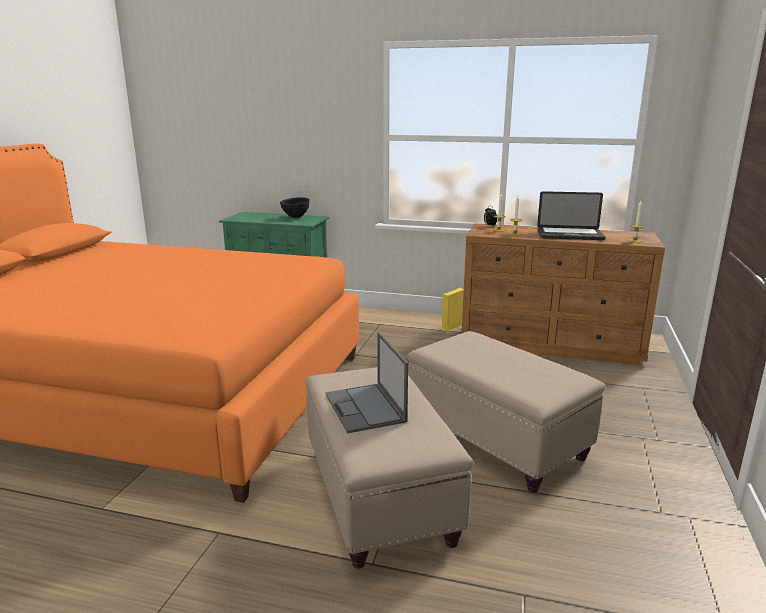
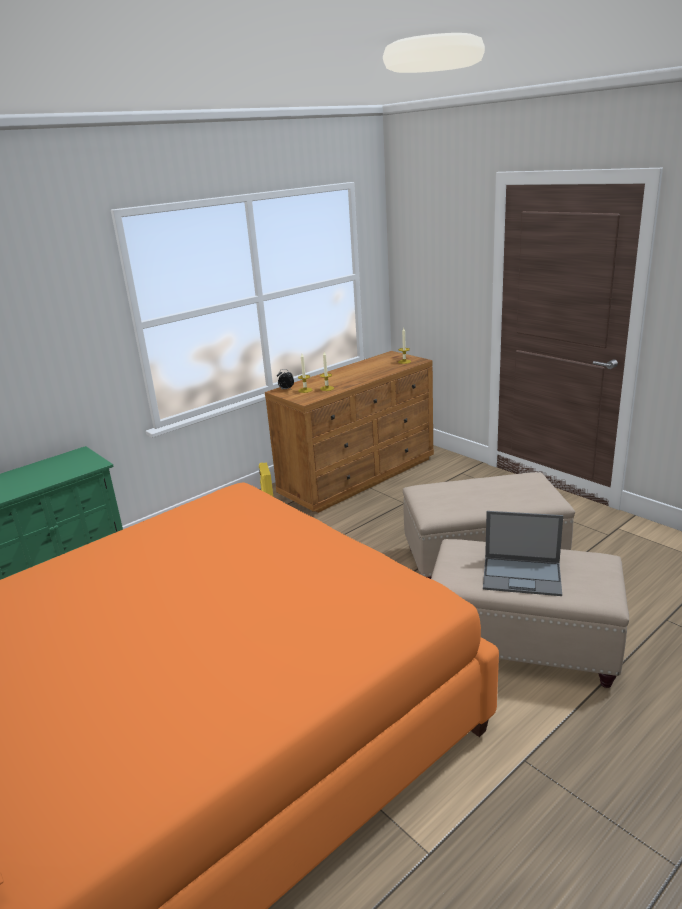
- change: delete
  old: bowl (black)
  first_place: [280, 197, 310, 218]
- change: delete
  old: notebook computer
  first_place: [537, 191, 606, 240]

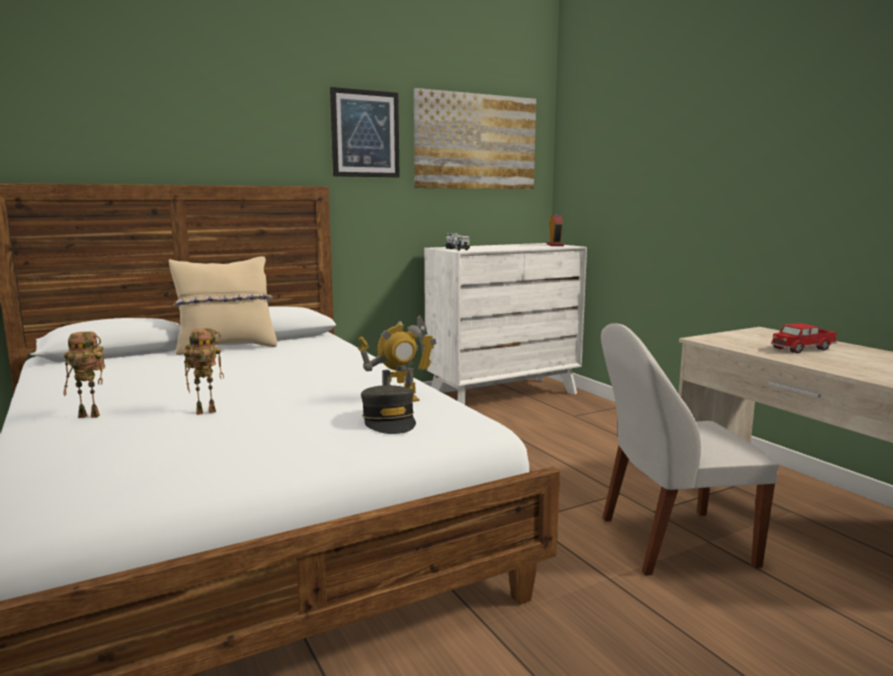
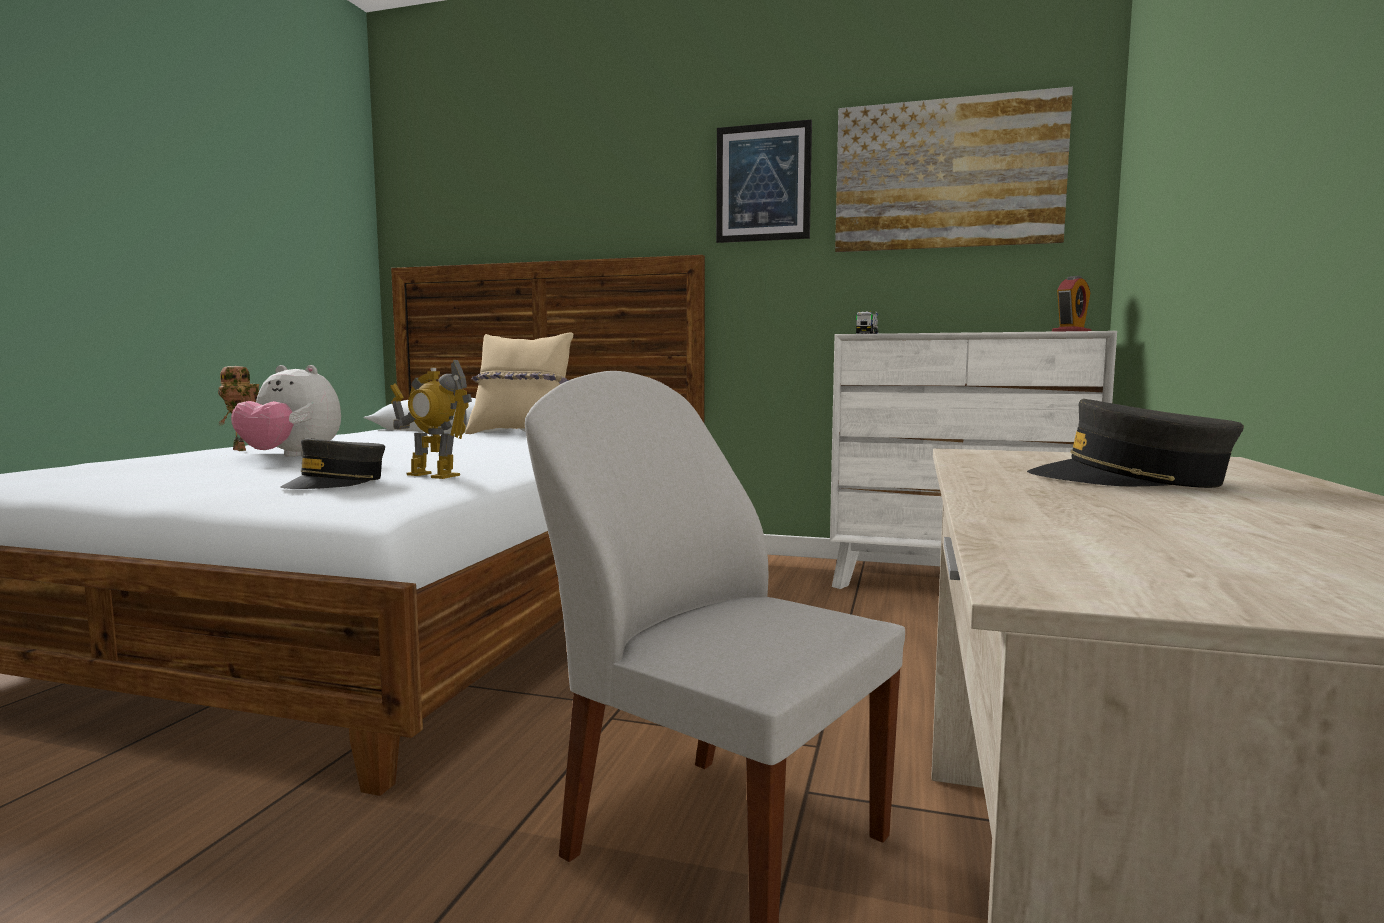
- change: replace
  old: robot figure
  new: soft toy
  first_place: [184, 328, 224, 415]
  second_place: [231, 365, 341, 457]
- change: replace
  old: toy truck
  new: baseball cap (gray)
  first_place: [771, 323, 837, 353]
  second_place: [1027, 399, 1244, 488]

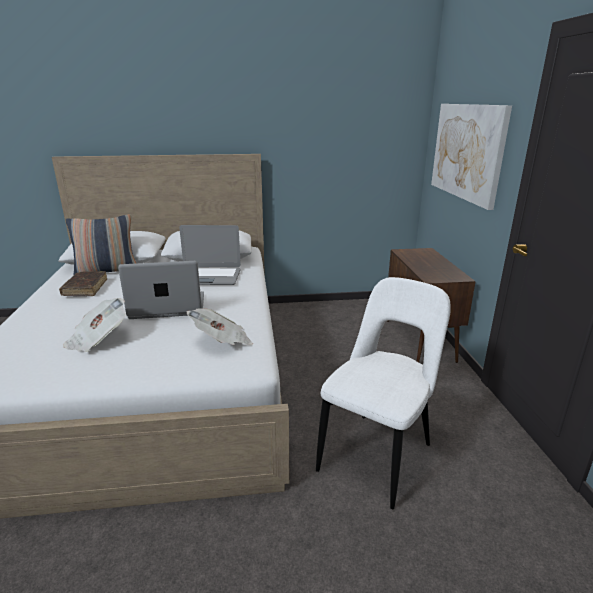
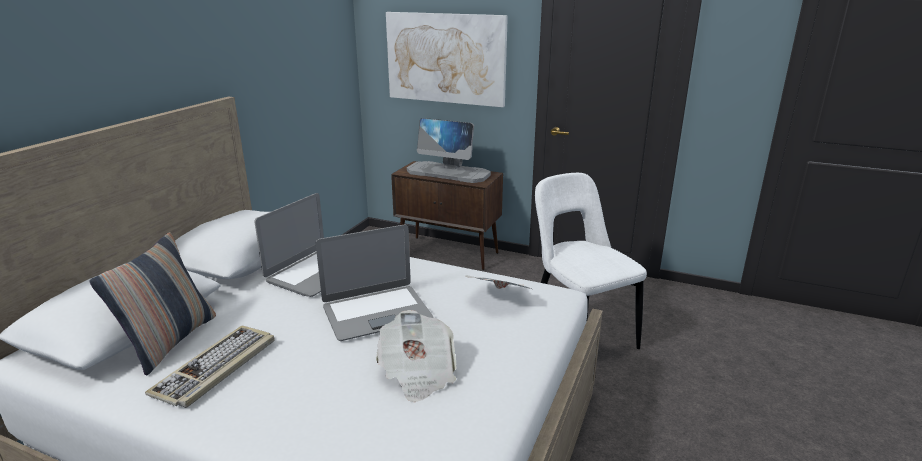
- change: insert
  new: monitor
  second_place: [407, 118, 491, 183]
- change: replace
  old: volume (brown)
  new: computer keyboard
  first_place: [59, 271, 107, 296]
  second_place: [145, 325, 275, 408]
- change: rotate
  old: notebook computer
  first_place: [118, 261, 204, 319]
  second_place: [316, 224, 434, 341]
  degrees: -135

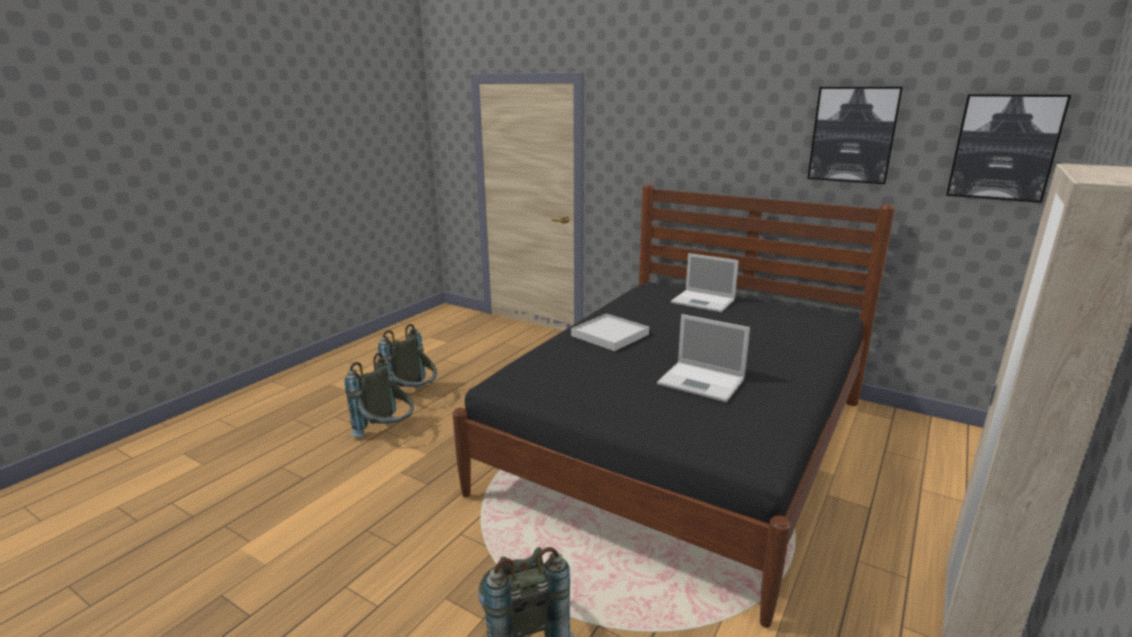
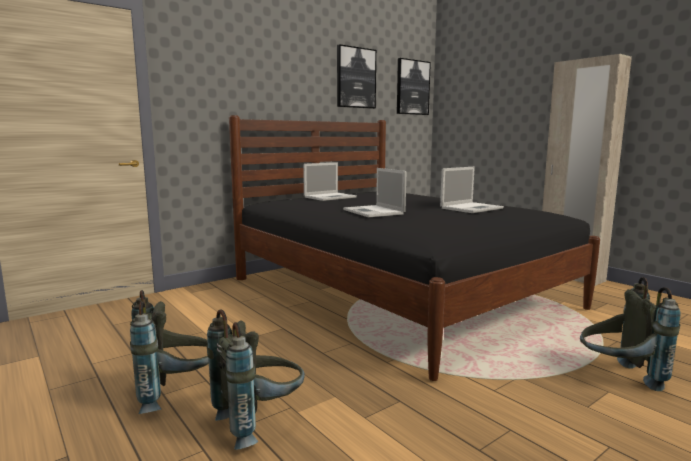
- change: replace
  old: serving tray (whitish)
  new: notebook computer
  first_place: [571, 314, 649, 351]
  second_place: [343, 168, 406, 217]

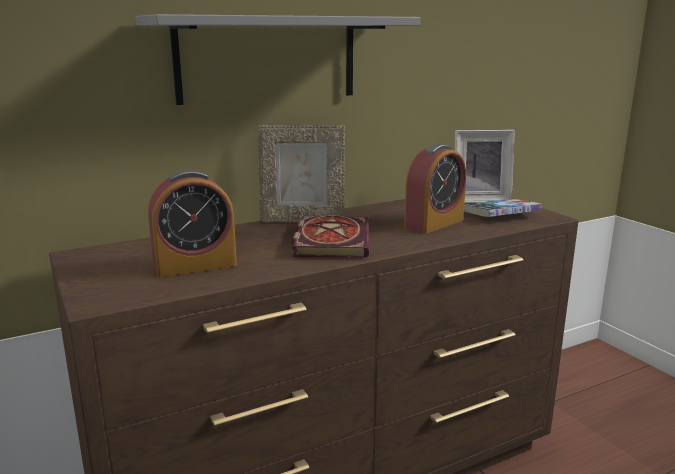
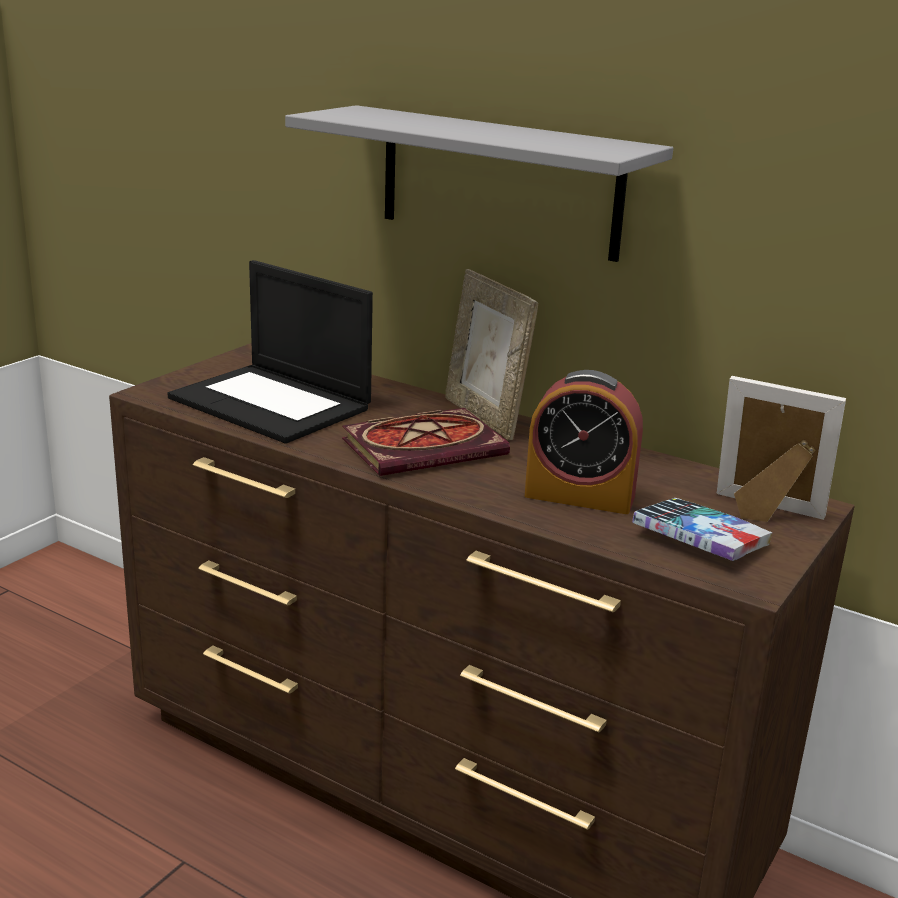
- change: replace
  old: table clock
  new: notebook computer
  first_place: [148, 170, 237, 277]
  second_place: [168, 260, 373, 444]
- change: rotate
  old: photo frame
  first_place: [455, 130, 515, 203]
  second_place: [717, 376, 846, 522]
  degrees: 150

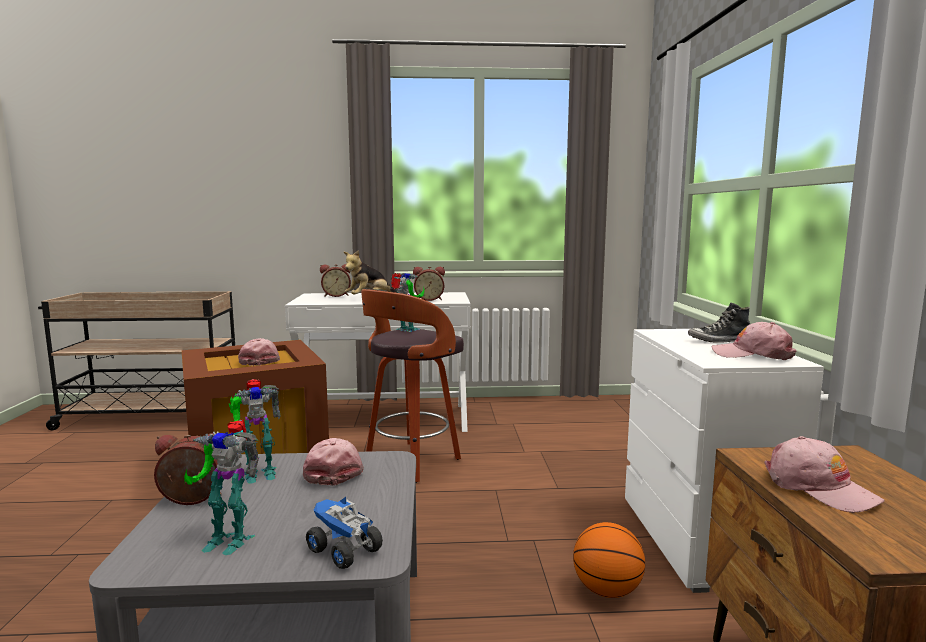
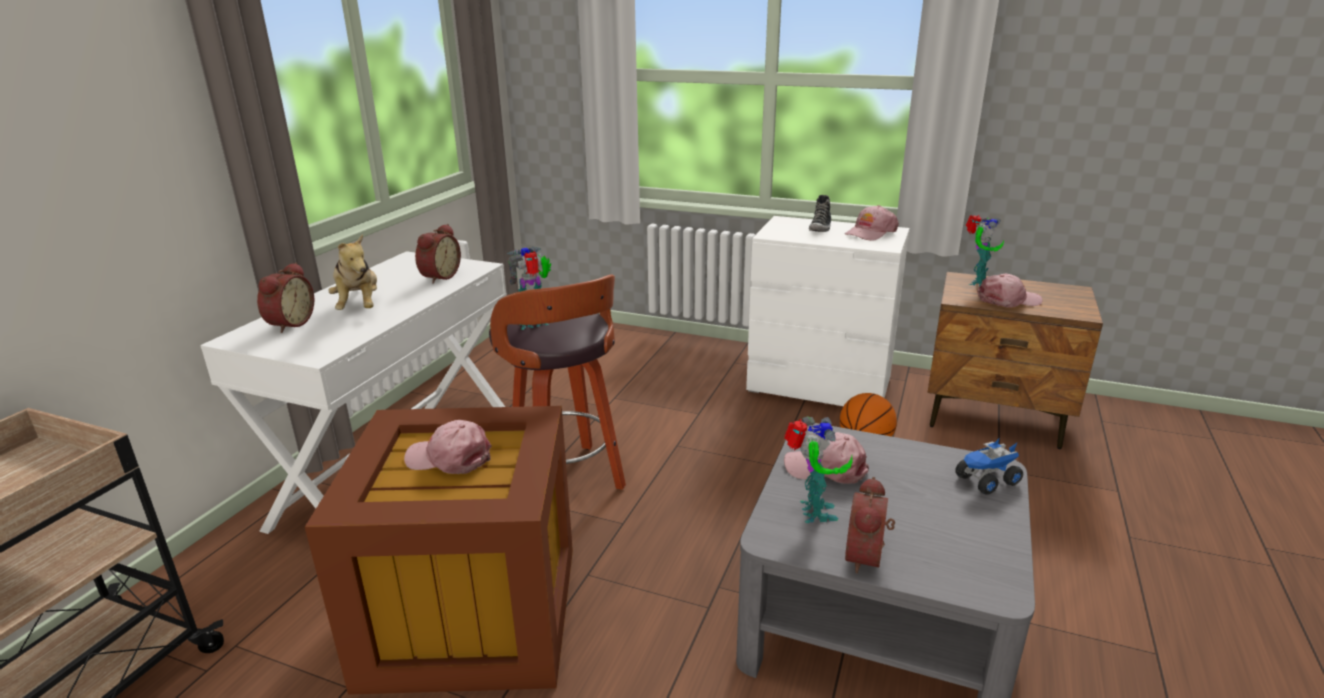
- change: move
  old: robot figure
  first_place: [184, 420, 259, 555]
  second_place: [966, 215, 1004, 286]

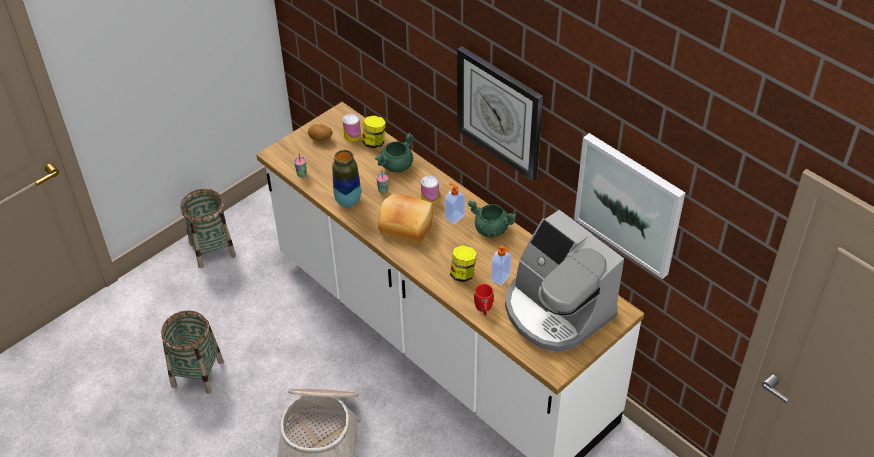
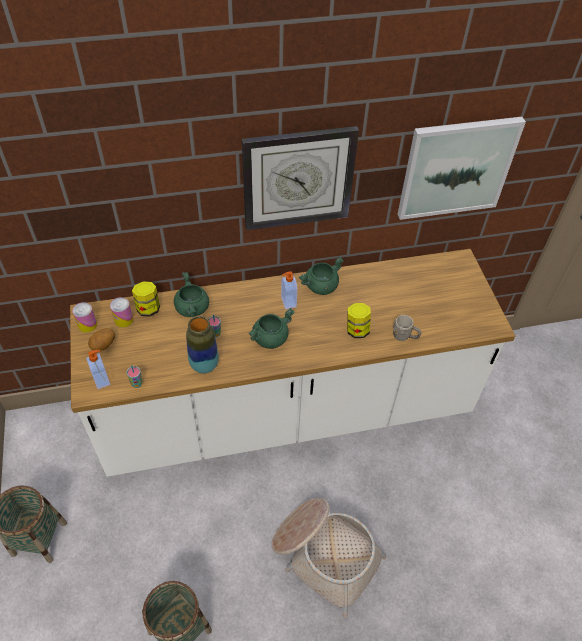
- change: delete
  old: coffee machine
  first_place: [505, 210, 624, 352]
- change: move
  old: can
  first_place: [421, 175, 439, 204]
  second_place: [72, 302, 97, 333]
- change: move
  old: soap bottle
  first_place: [491, 245, 511, 286]
  second_place: [86, 350, 110, 389]
- change: replace
  old: bakery bread
  new: stockpot (green-coloured)
  first_place: [378, 194, 434, 243]
  second_place: [249, 308, 295, 349]
- change: recolor
  old: tea mug (red-coloured)
  new: tea mug (gray)
  first_place: [474, 284, 494, 315]
  second_place: [393, 315, 422, 341]

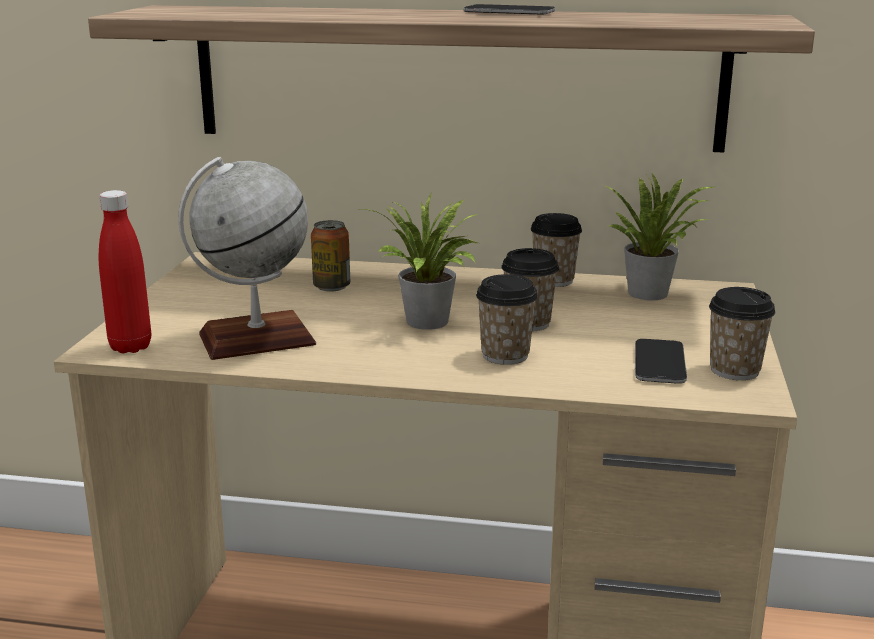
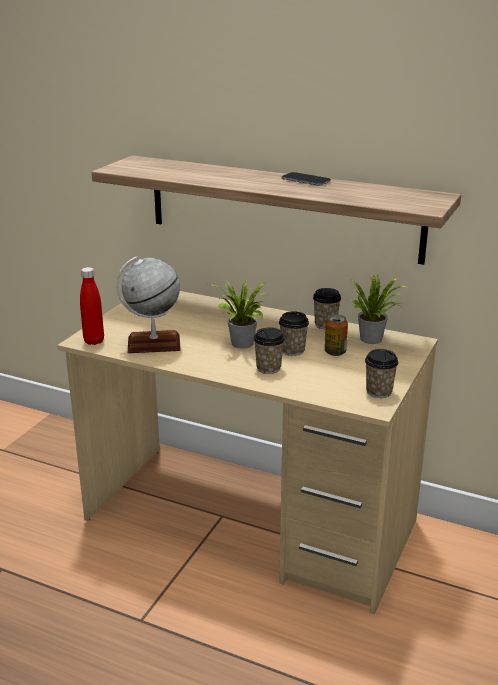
- change: delete
  old: telephone
  first_place: [635, 339, 687, 384]
- change: move
  old: can
  first_place: [311, 220, 350, 292]
  second_place: [325, 314, 348, 356]

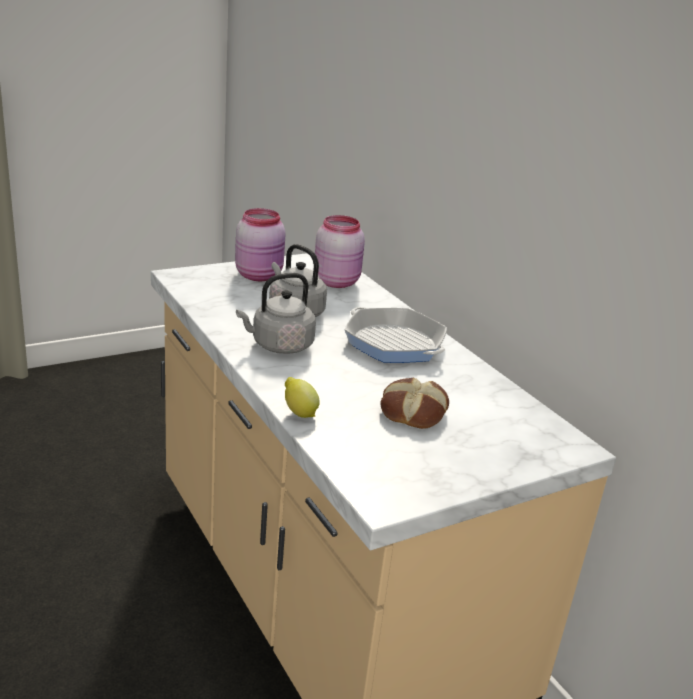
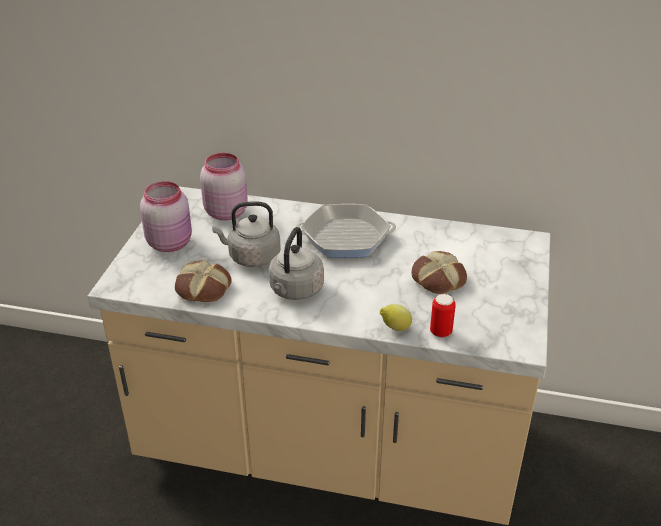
- change: insert
  new: bakery bread
  second_place: [175, 260, 232, 302]
- change: insert
  new: can
  second_place: [430, 294, 456, 338]

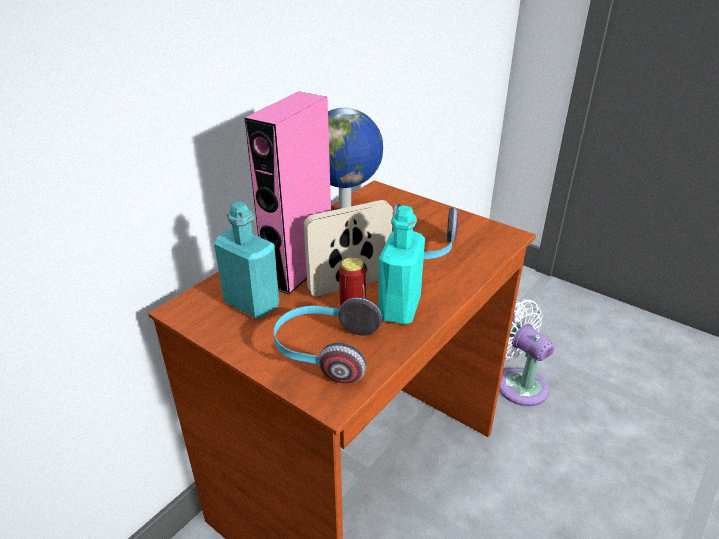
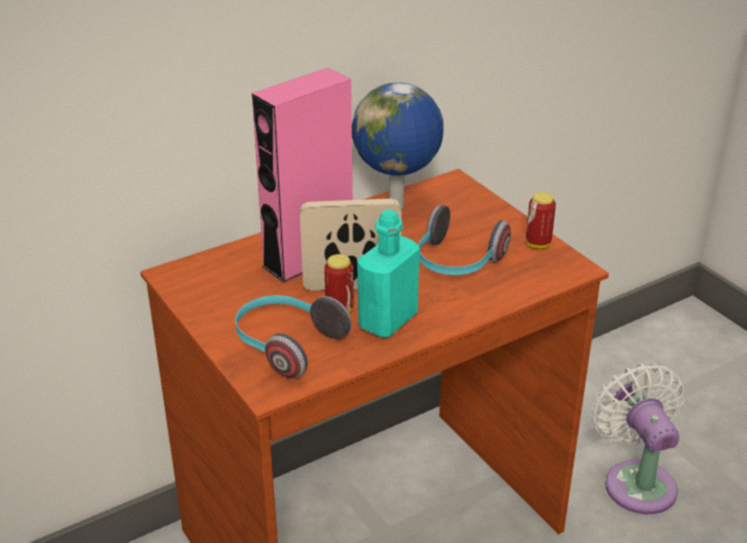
- change: delete
  old: drink bottle (turquoise)
  first_place: [214, 202, 279, 319]
- change: insert
  new: can
  second_place: [526, 192, 556, 249]

